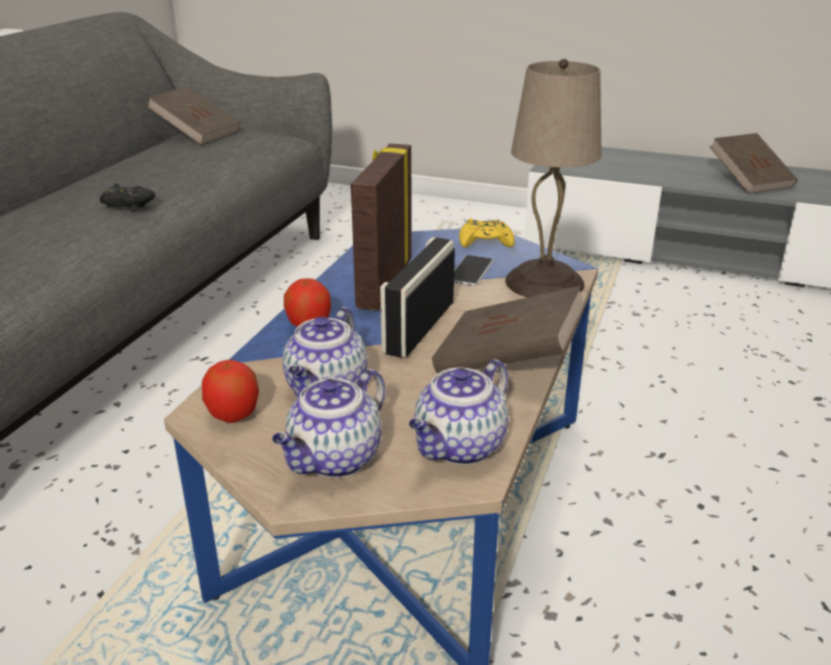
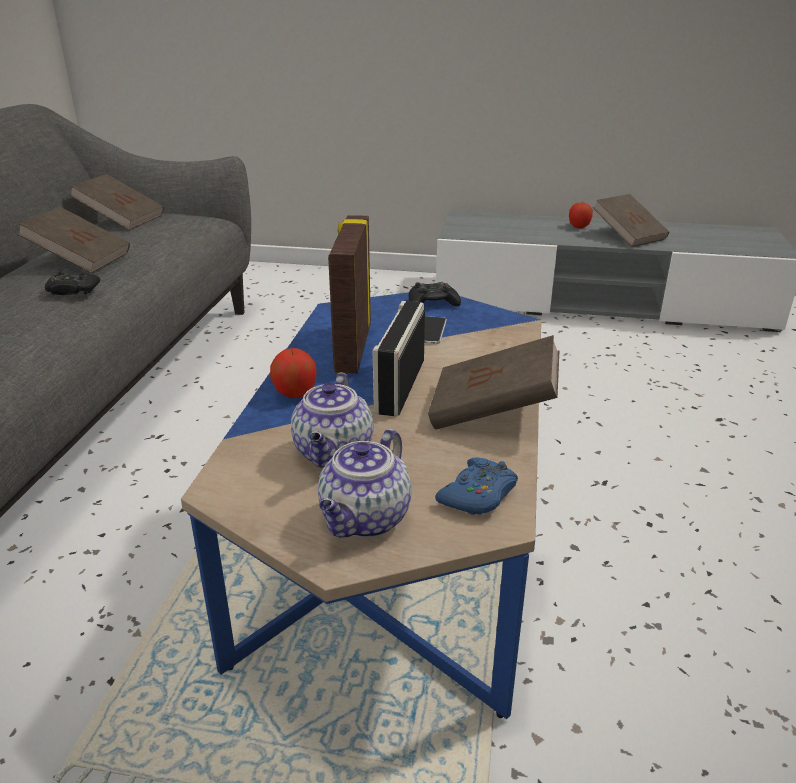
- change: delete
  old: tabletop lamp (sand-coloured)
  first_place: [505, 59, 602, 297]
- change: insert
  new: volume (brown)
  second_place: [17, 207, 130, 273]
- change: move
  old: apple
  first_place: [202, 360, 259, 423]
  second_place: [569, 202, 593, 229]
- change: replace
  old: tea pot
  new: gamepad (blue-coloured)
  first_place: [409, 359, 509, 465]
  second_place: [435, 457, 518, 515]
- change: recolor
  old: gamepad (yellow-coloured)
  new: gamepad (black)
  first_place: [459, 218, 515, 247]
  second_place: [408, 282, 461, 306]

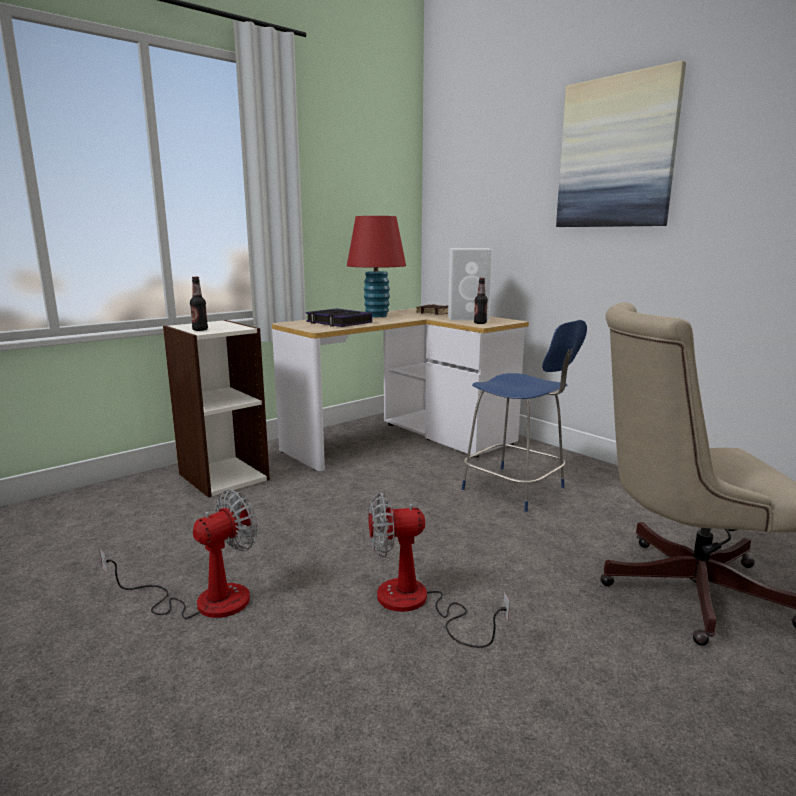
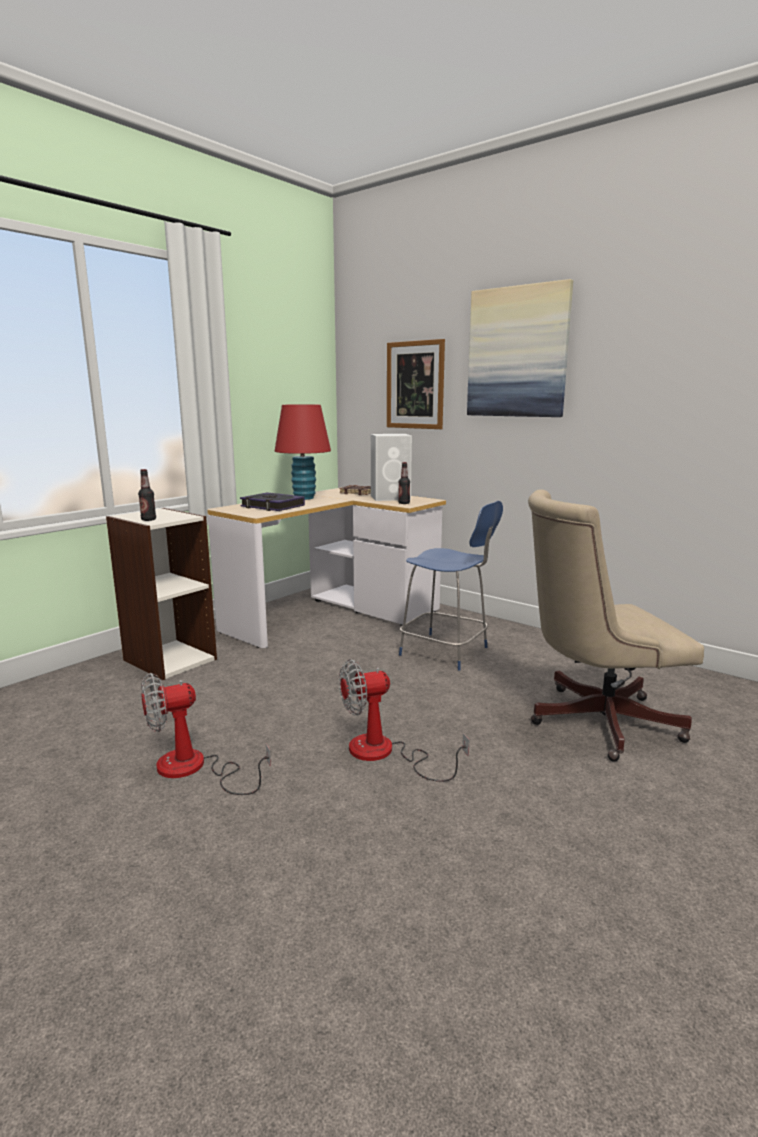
- change: insert
  new: picture
  second_place: [387, 339, 445, 429]
- change: rotate
  old: fan
  first_place: [99, 489, 258, 619]
  second_place: [141, 673, 271, 795]
  degrees: -150

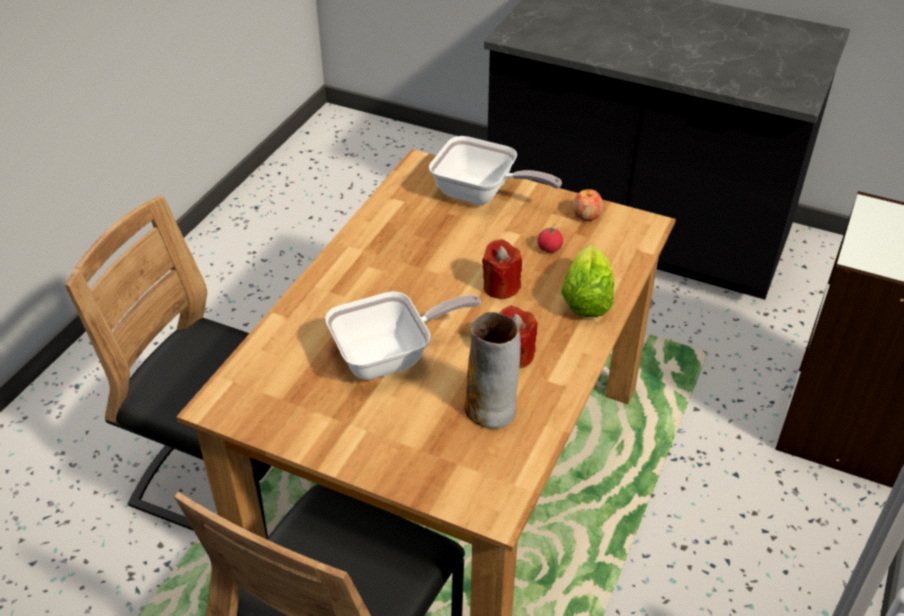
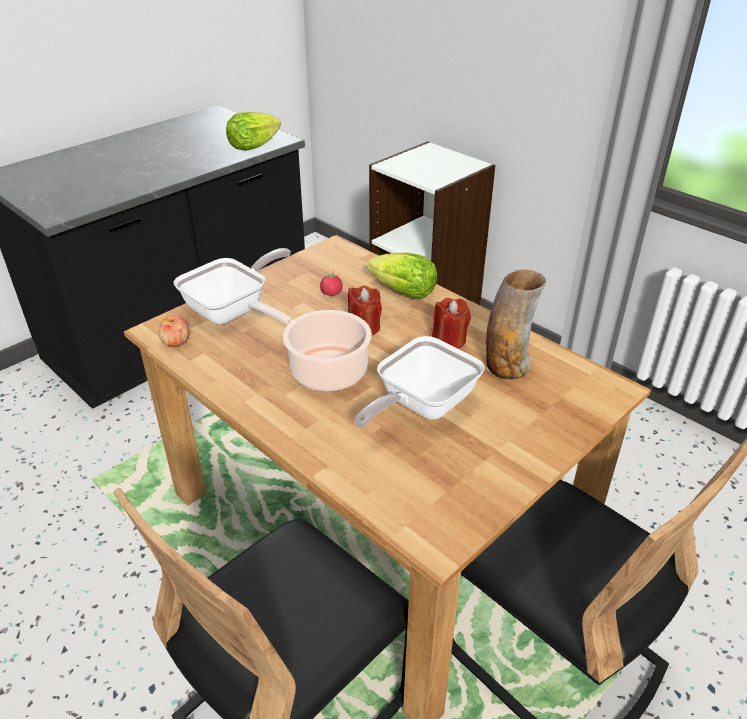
- change: insert
  new: head of lettuce
  second_place: [226, 112, 281, 151]
- change: insert
  new: stockpot
  second_place: [248, 299, 372, 391]
- change: move
  old: apple
  first_place: [573, 189, 603, 221]
  second_place: [158, 315, 190, 347]
- change: rotate
  old: frying pan
  first_place: [325, 291, 481, 380]
  second_place: [354, 336, 485, 428]
  degrees: -135

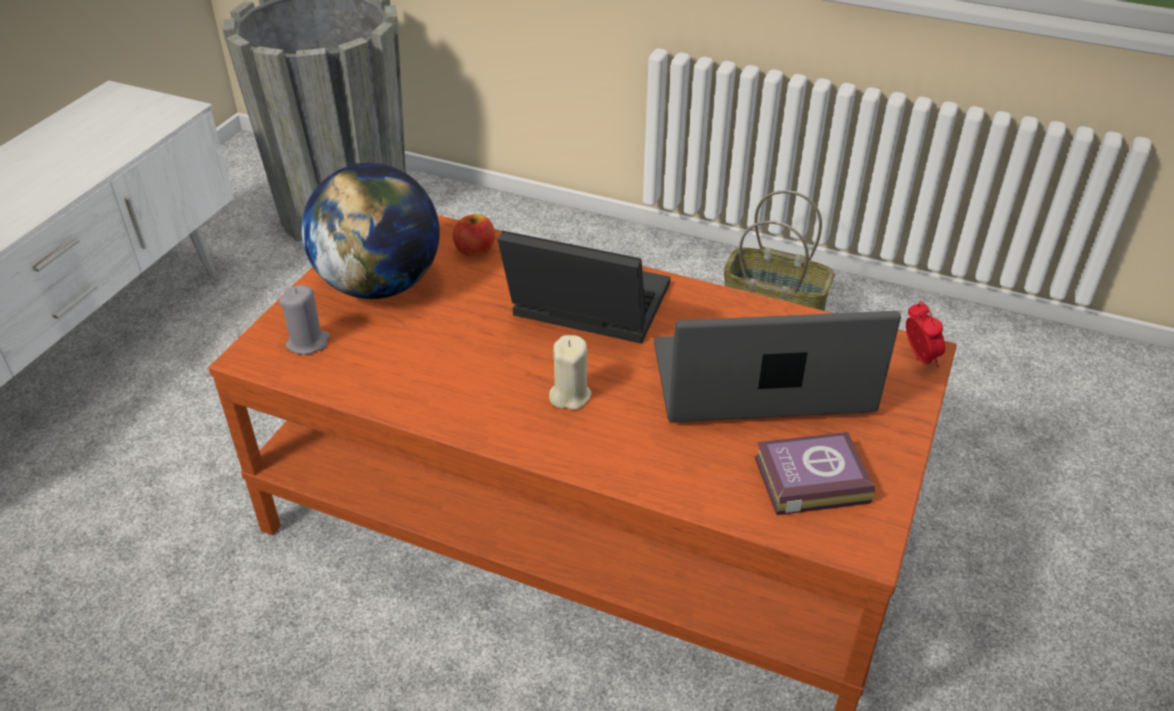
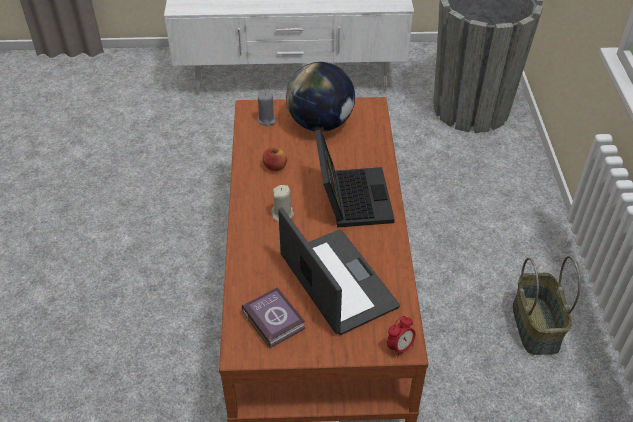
- change: move
  old: apple
  first_place: [453, 214, 495, 257]
  second_place: [263, 147, 287, 171]

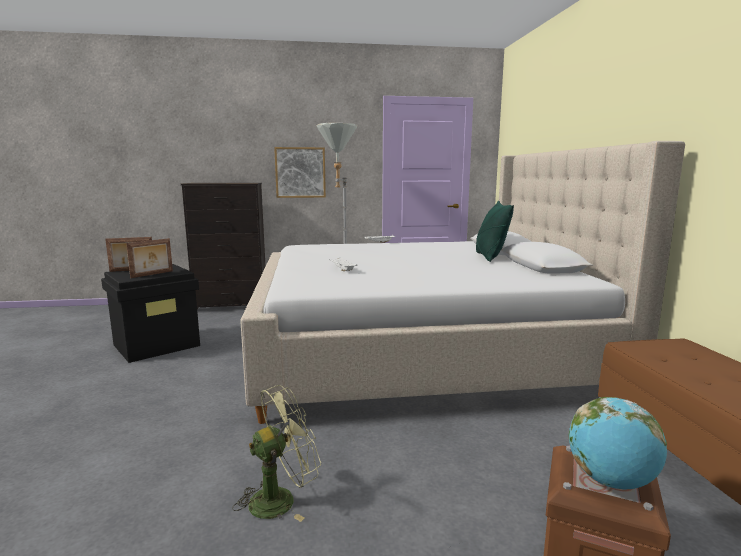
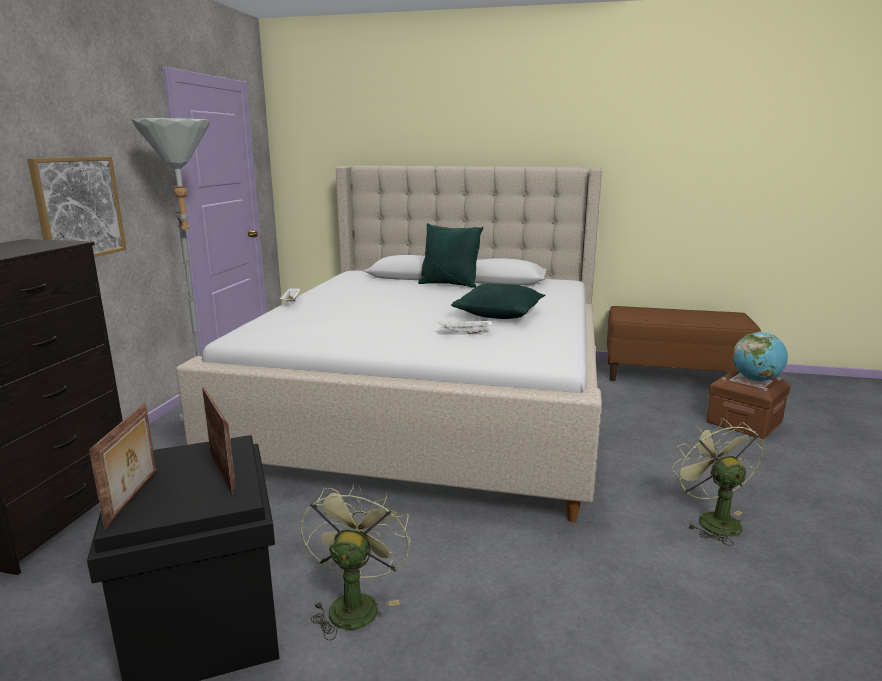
- change: insert
  new: fan (green-coloured)
  second_place: [300, 482, 410, 640]
- change: insert
  new: throw pillow (green-coloured)
  second_place: [451, 283, 545, 319]

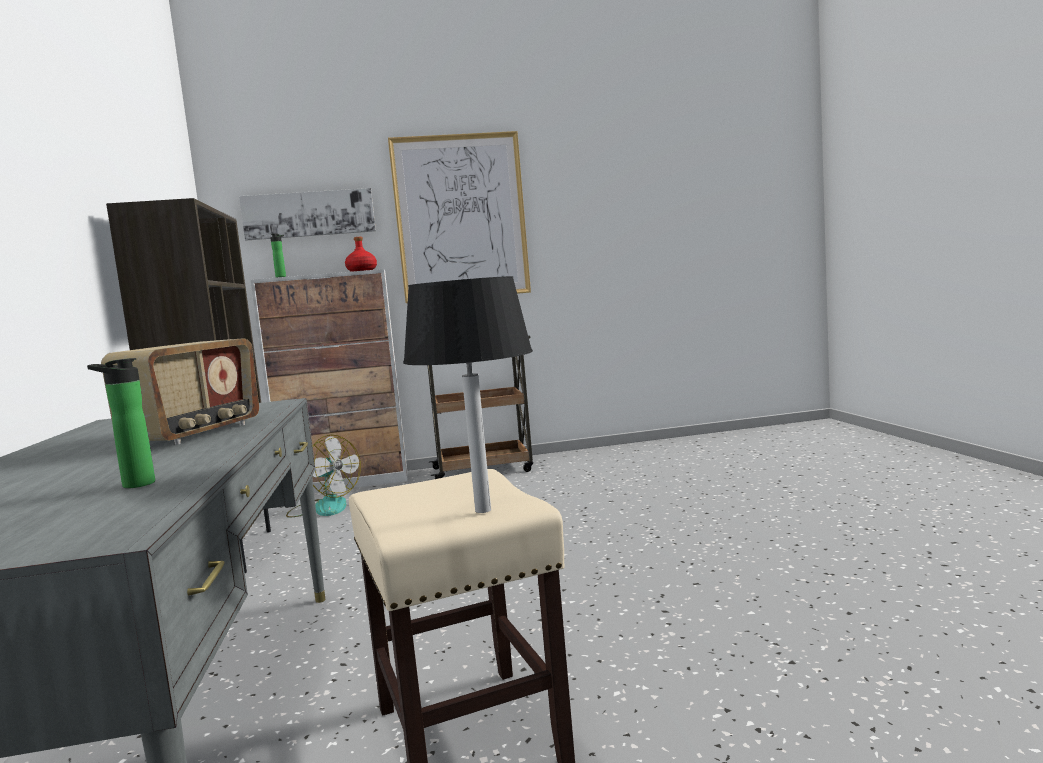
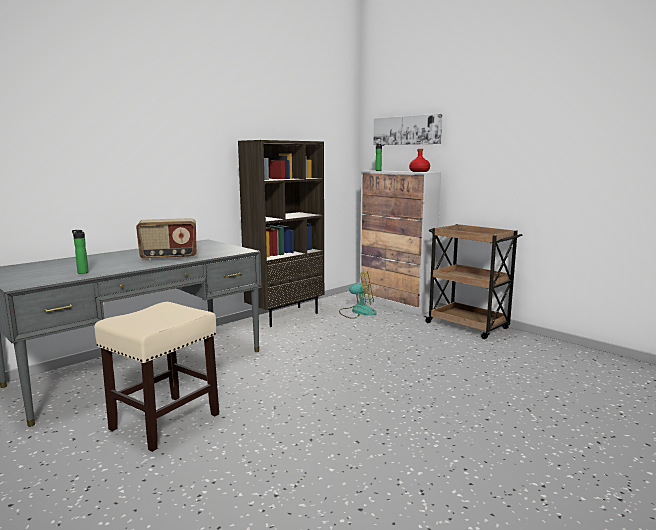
- change: delete
  old: picture
  first_place: [388, 131, 531, 303]
- change: delete
  old: tabletop lamp (black)
  first_place: [403, 276, 533, 513]
- change: rotate
  old: fan
  first_place: [286, 435, 361, 518]
  second_place: [339, 269, 376, 319]
  degrees: -90

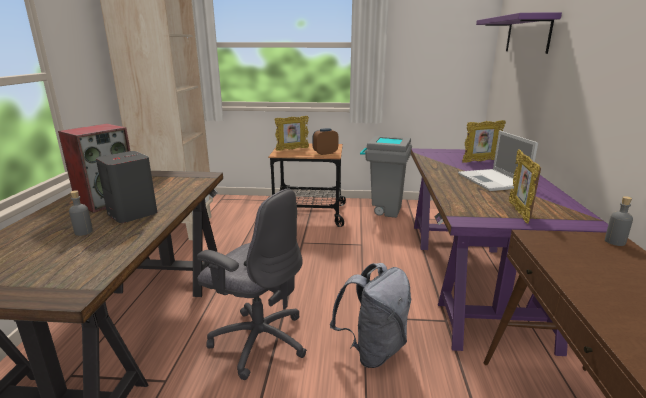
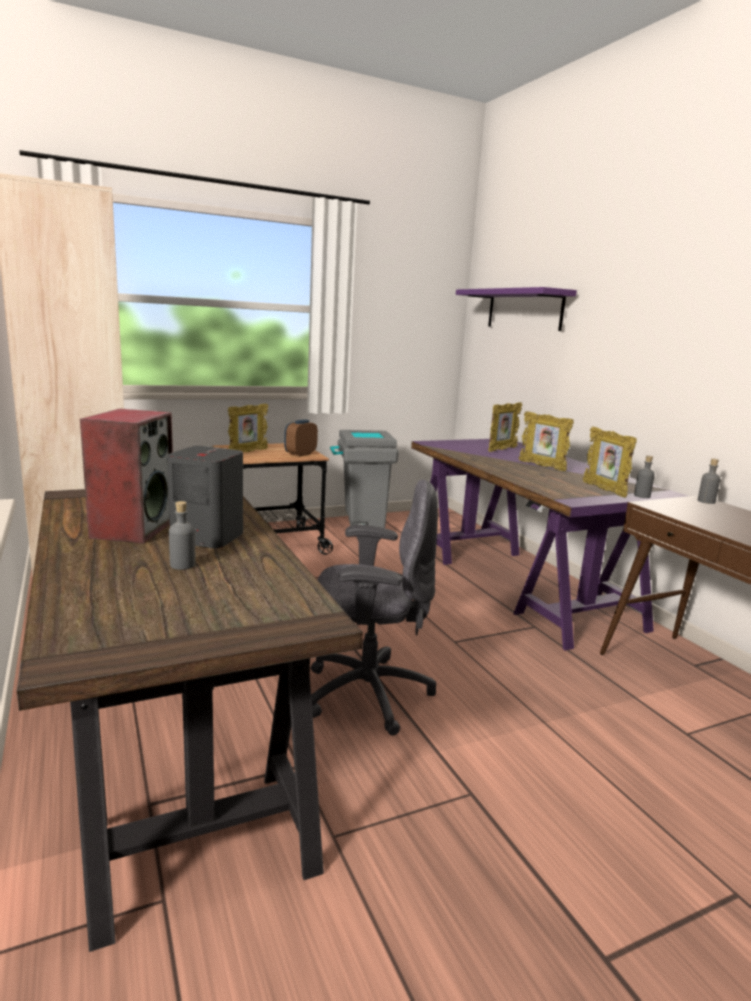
- change: delete
  old: rucksack (gray)
  first_place: [330, 263, 411, 368]
- change: insert
  new: drink bottle (gray)
  second_place: [634, 455, 655, 498]
- change: replace
  old: notebook computer
  new: photo frame
  first_place: [458, 131, 538, 191]
  second_place: [519, 411, 574, 471]

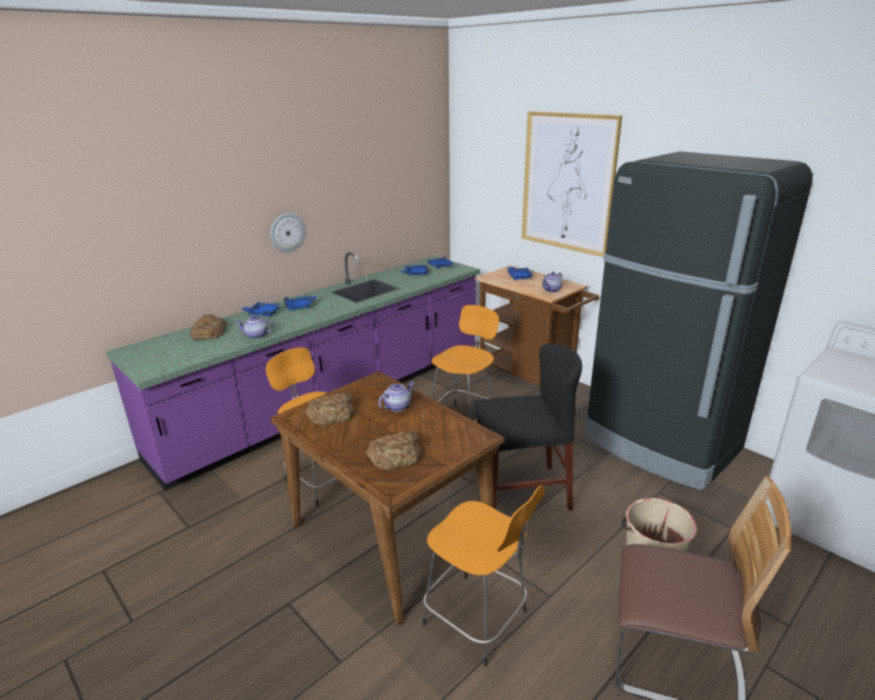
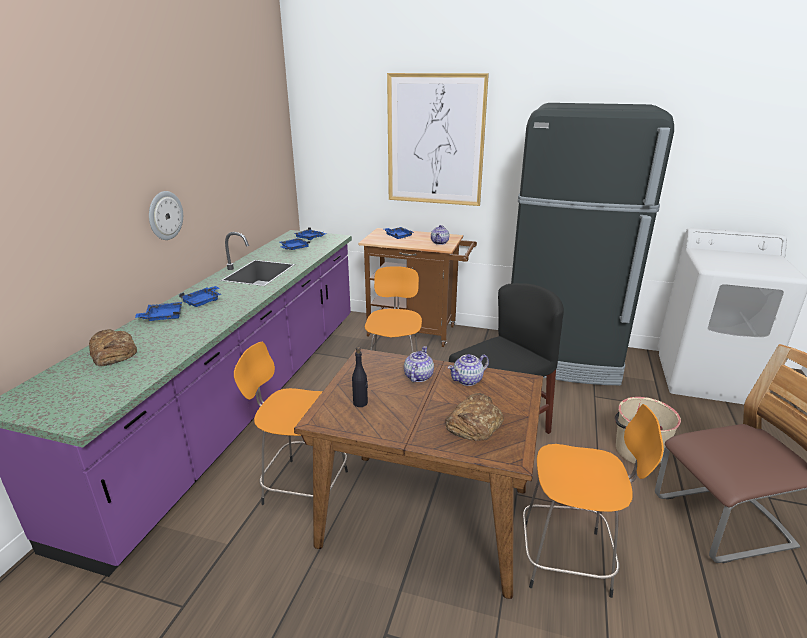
- change: move
  old: tea pot
  first_place: [235, 315, 275, 339]
  second_place: [448, 354, 489, 386]
- change: replace
  old: bakery bread
  new: drink bottle (black)
  first_place: [306, 392, 355, 426]
  second_place: [352, 347, 368, 407]

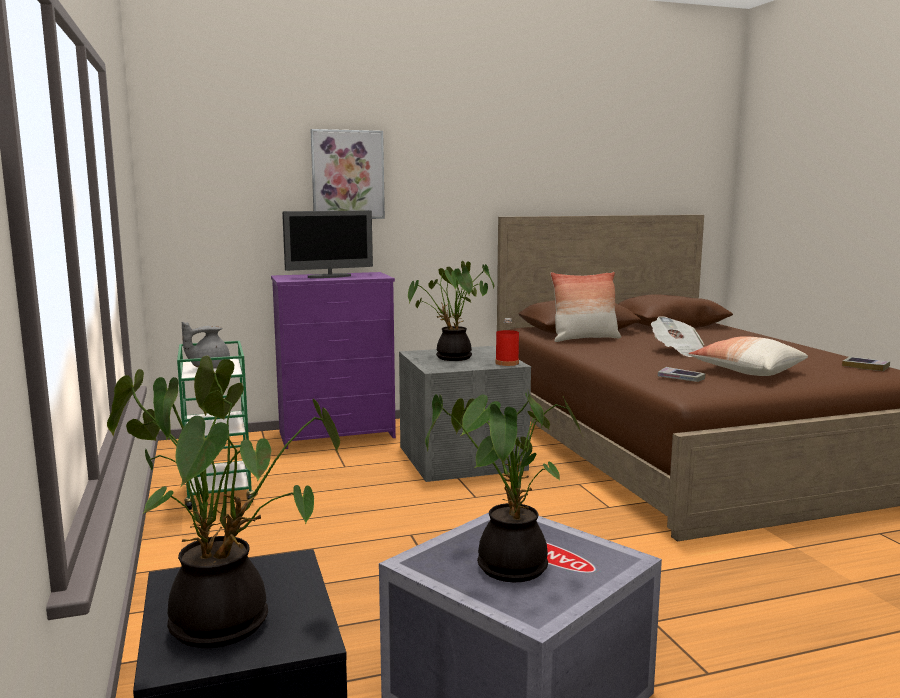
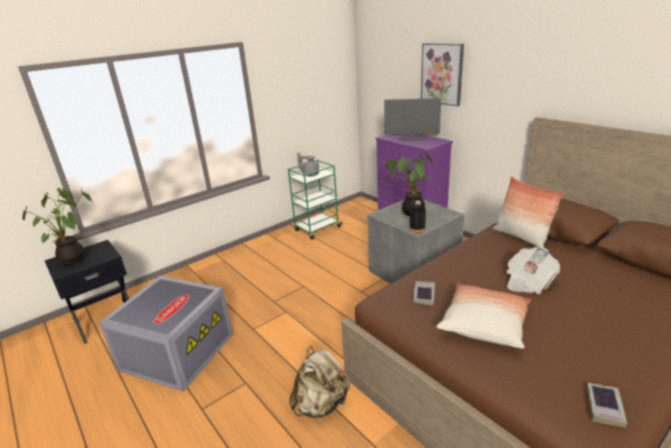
- change: delete
  old: potted plant
  first_place: [425, 391, 583, 582]
- change: insert
  new: rucksack (sand-coloured)
  second_place: [289, 346, 350, 418]
- change: recolor
  old: drink bottle (red-coloured)
  new: drink bottle (black)
  first_place: [495, 318, 519, 366]
  second_place: [409, 200, 426, 233]
- change: rotate
  old: monitor
  first_place: [282, 210, 373, 278]
  second_place: [384, 98, 441, 141]
  degrees: 150

